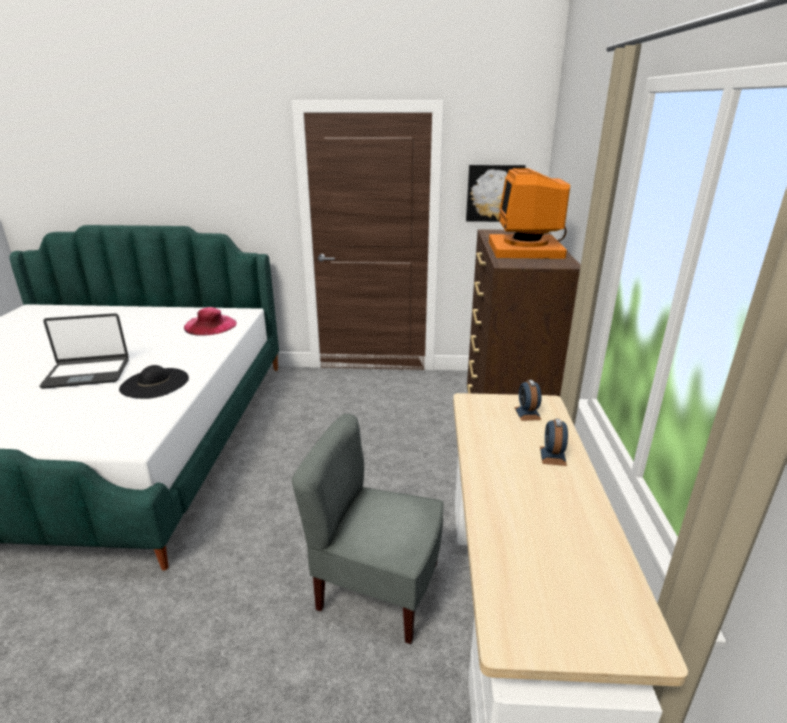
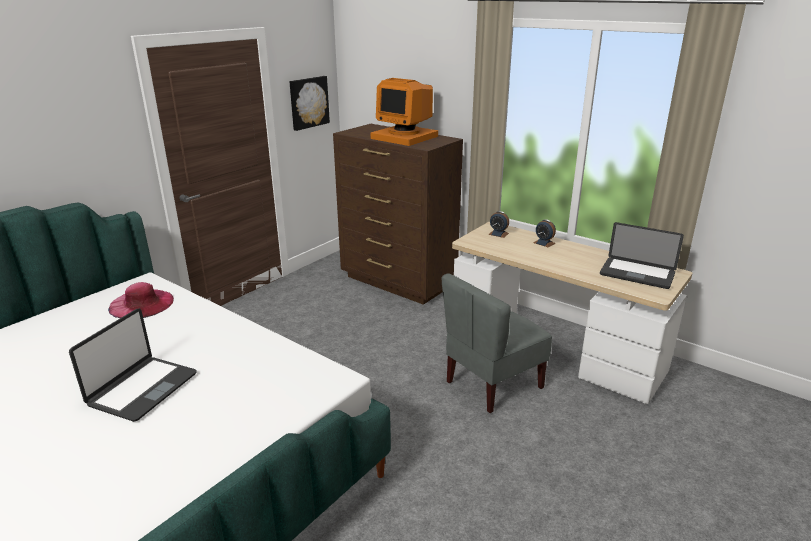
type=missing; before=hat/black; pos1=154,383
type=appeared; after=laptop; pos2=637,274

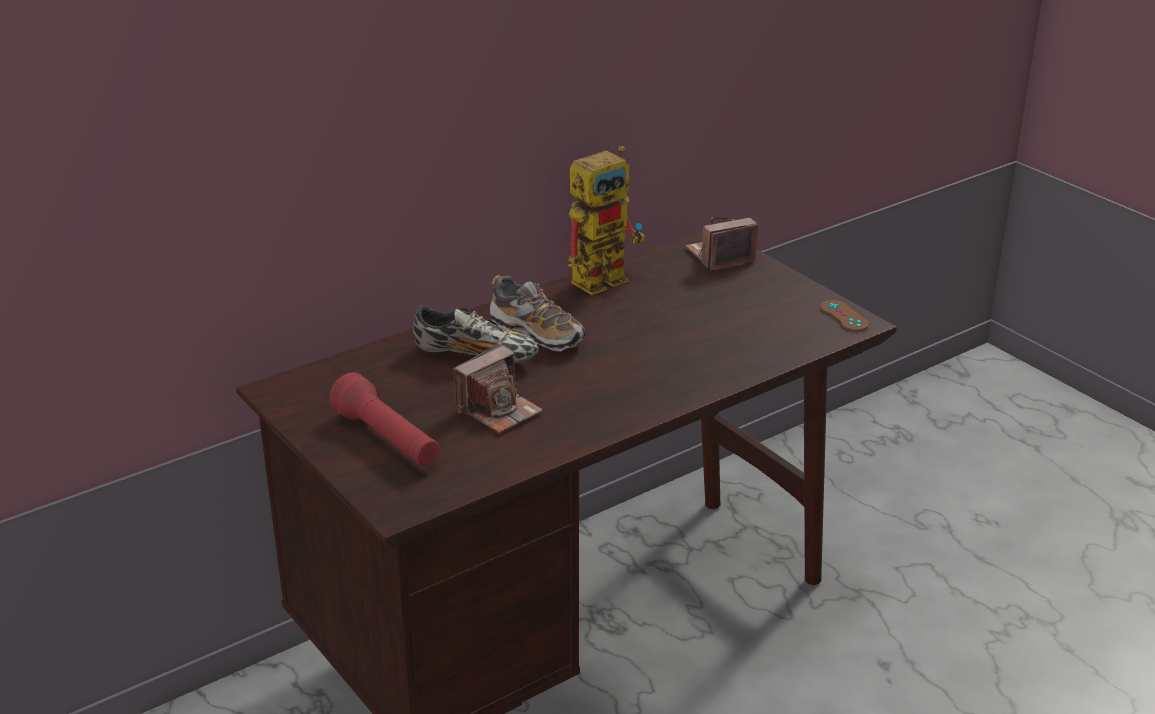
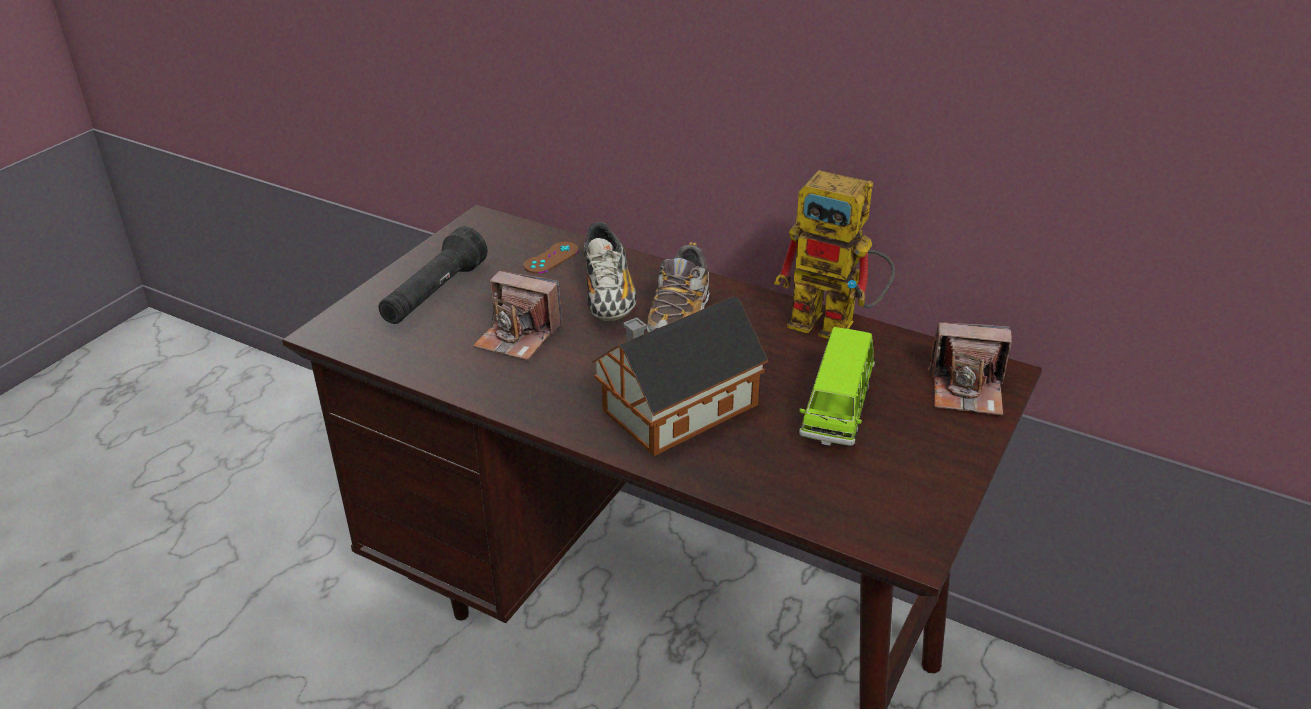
type=appeared; after=toy house; pos2=674,409
type=appeared; after=toy car/green; pos2=836,410
type=relocated; before=game controller/brown; pos1=844,316; pos2=551,258
type=colour; before=flashlight/red; after=flashlight/black; pos1=388,440; pos2=434,295
type=spun; before=photo camera; pos1=719,256; pos2=967,390; turn=150

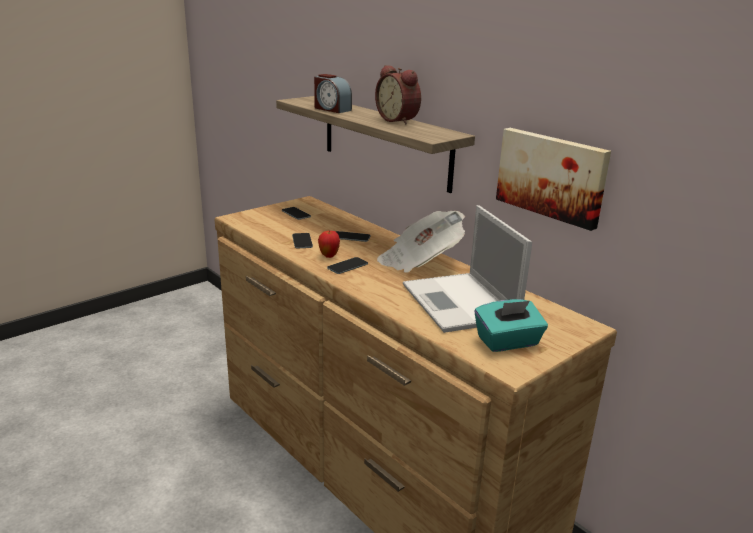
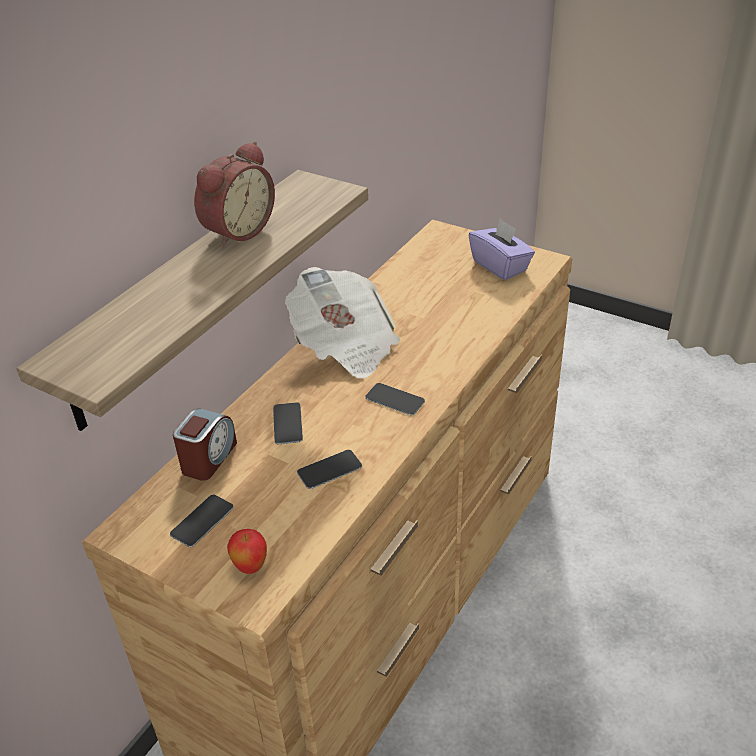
type=missing; before=laptop; pos1=461,303
type=missing; before=picture; pos1=552,176
type=relocated; before=alarm clock; pos1=331,109; pos2=208,458
type=relocated; before=apple; pos1=329,256; pos2=251,567
type=colour; before=tissue box/turquoise; after=tissue box/purple; pos1=508,342; pos2=500,266

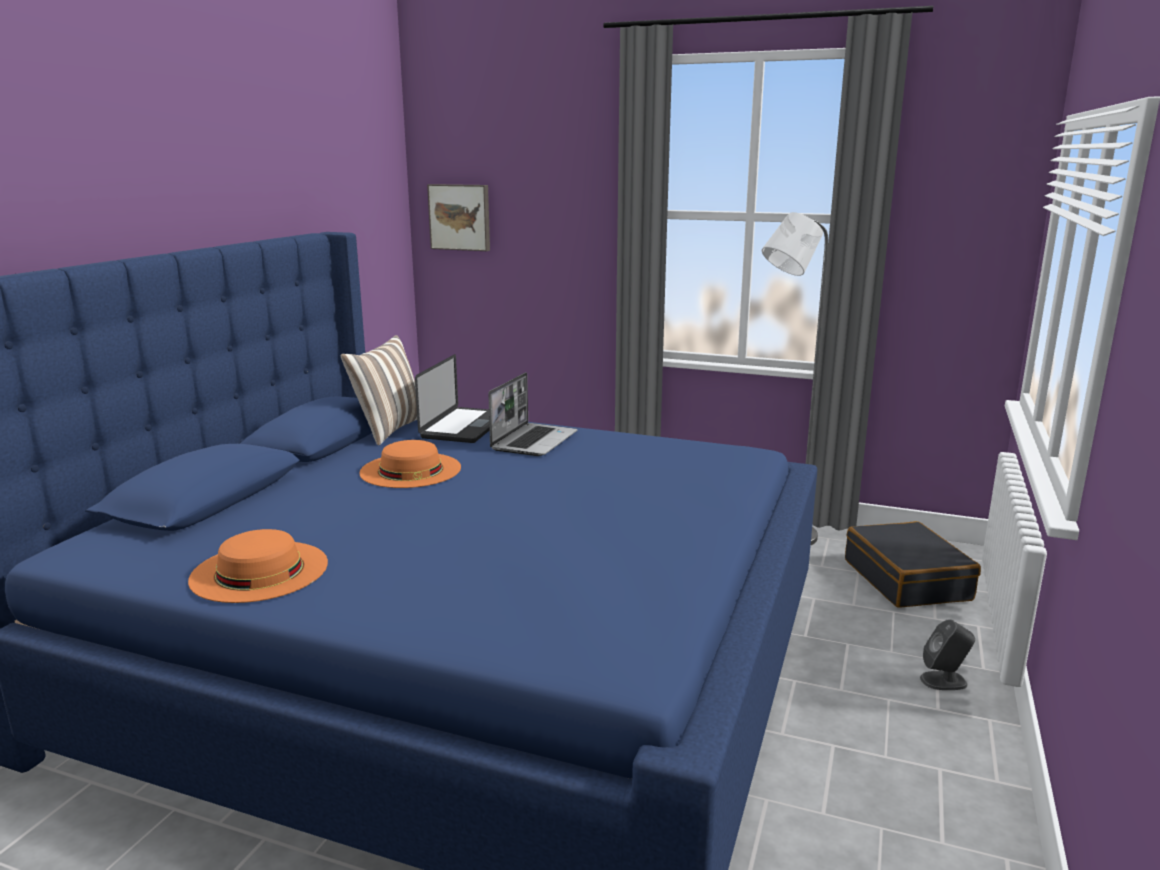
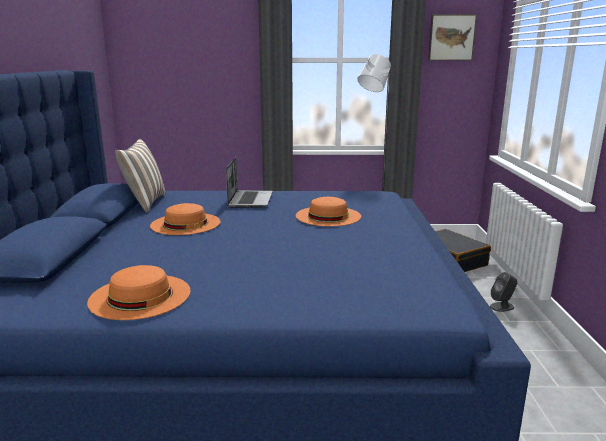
type=missing; before=laptop; pos1=465,427
type=appeared; after=hat/orange; pos2=328,216
type=relocated; before=picture; pos1=460,217; pos2=451,37

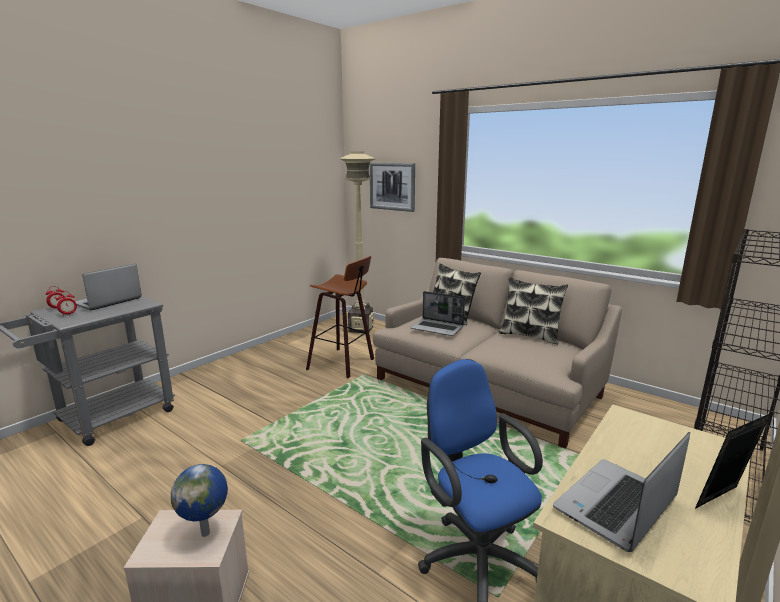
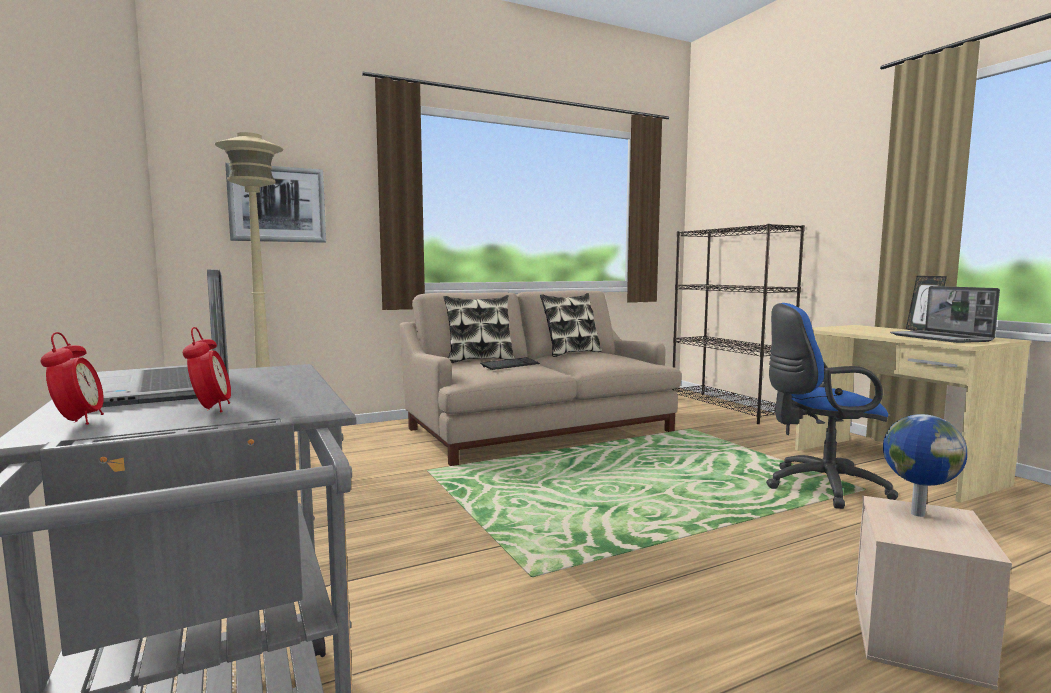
type=missing; before=stool; pos1=343,363
type=exchanged; before=laptop; after=keyboard; pos1=438,328; pos2=510,365

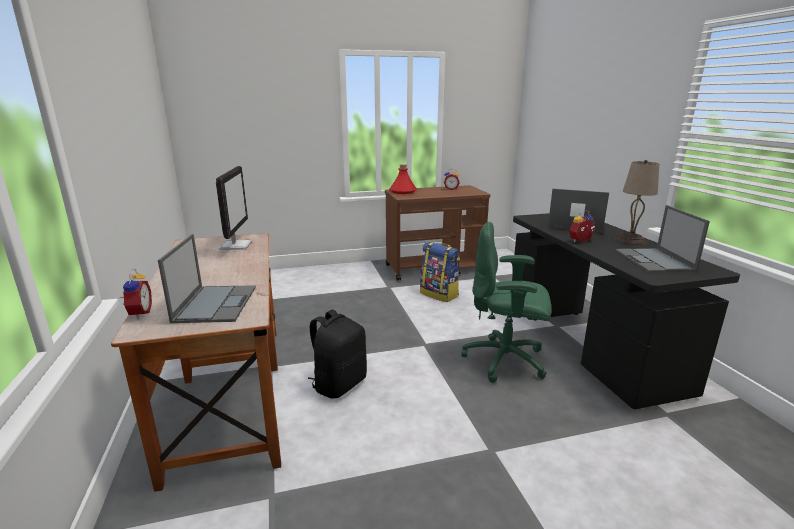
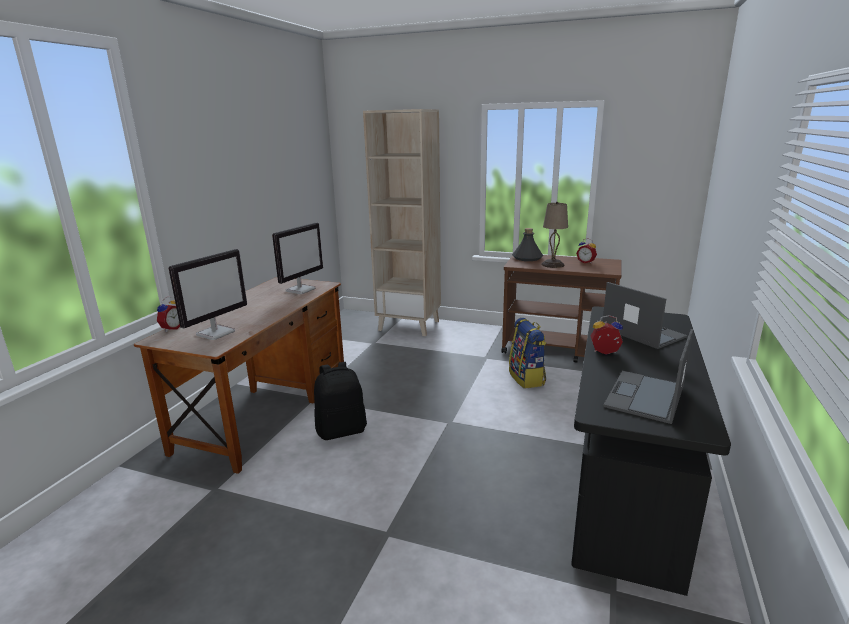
type=missing; before=office chair/green; pos1=506,361
type=appeared; after=bookcase/beige; pos2=409,325
type=relocated; before=table lamp/beige; pos1=630,240; pos2=552,264
type=exchanged; before=laptop; after=monitor; pos1=216,303; pos2=216,333
type=colour; before=bottle/red; after=bottle/grey; pos1=403,191; pos2=527,258

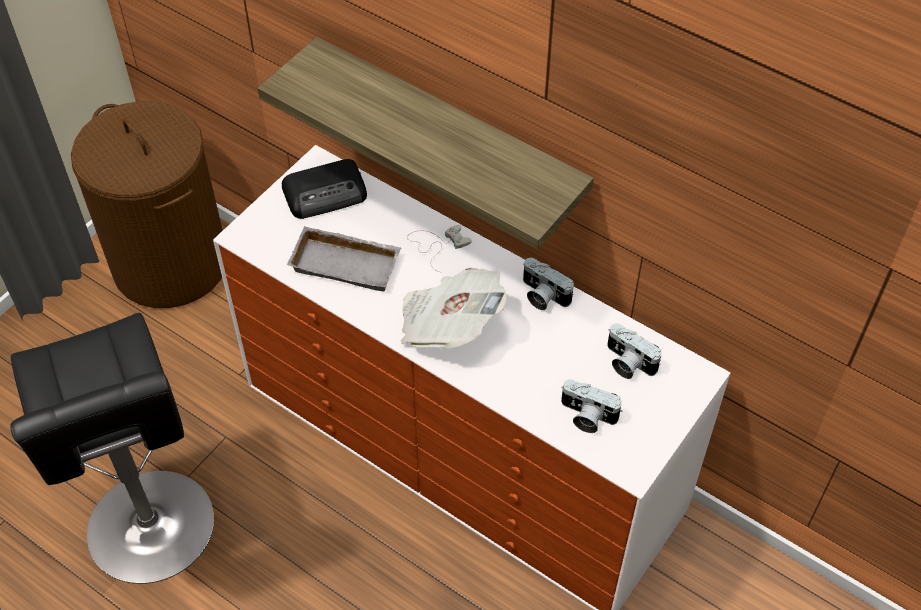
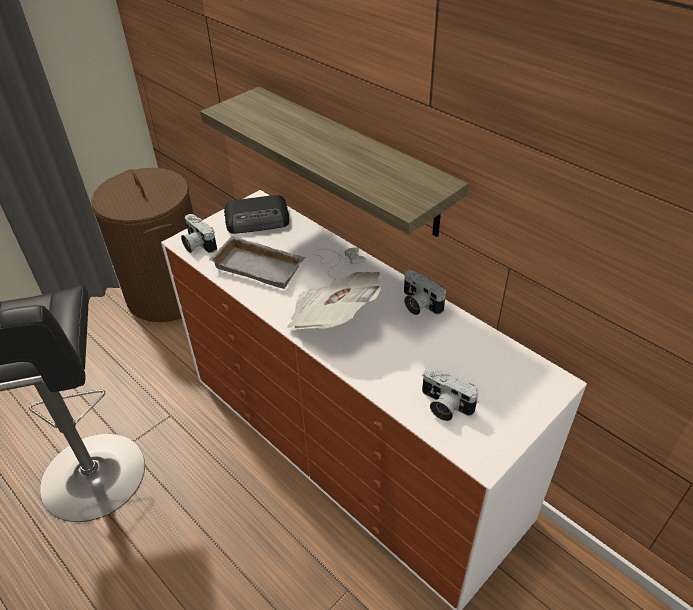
type=relocated; before=photo camera; pos1=627,363; pos2=197,244

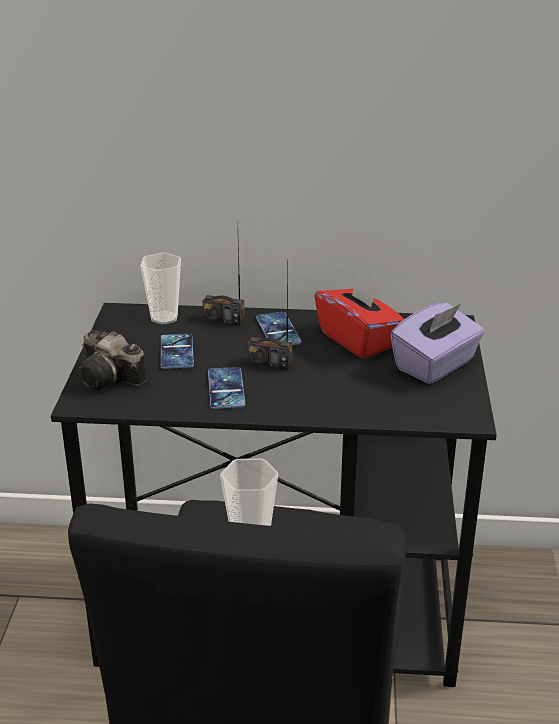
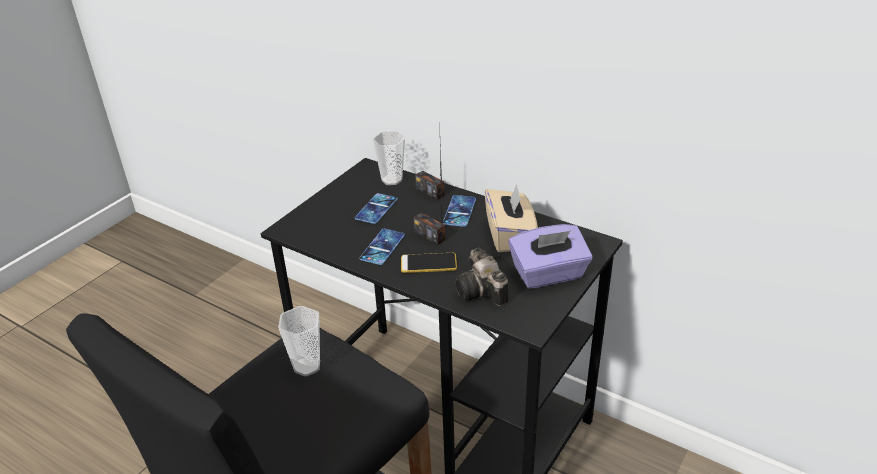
type=appeared; after=phone; pos2=428,263
type=relocated; before=photo camera; pos1=112,378; pos2=482,292
type=colour; before=tissue box/red; after=tissue box/beige; pos1=358,340; pos2=510,236

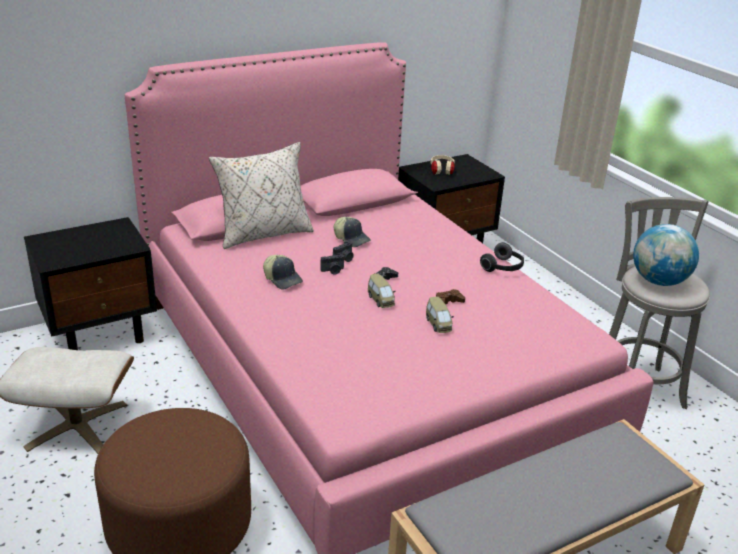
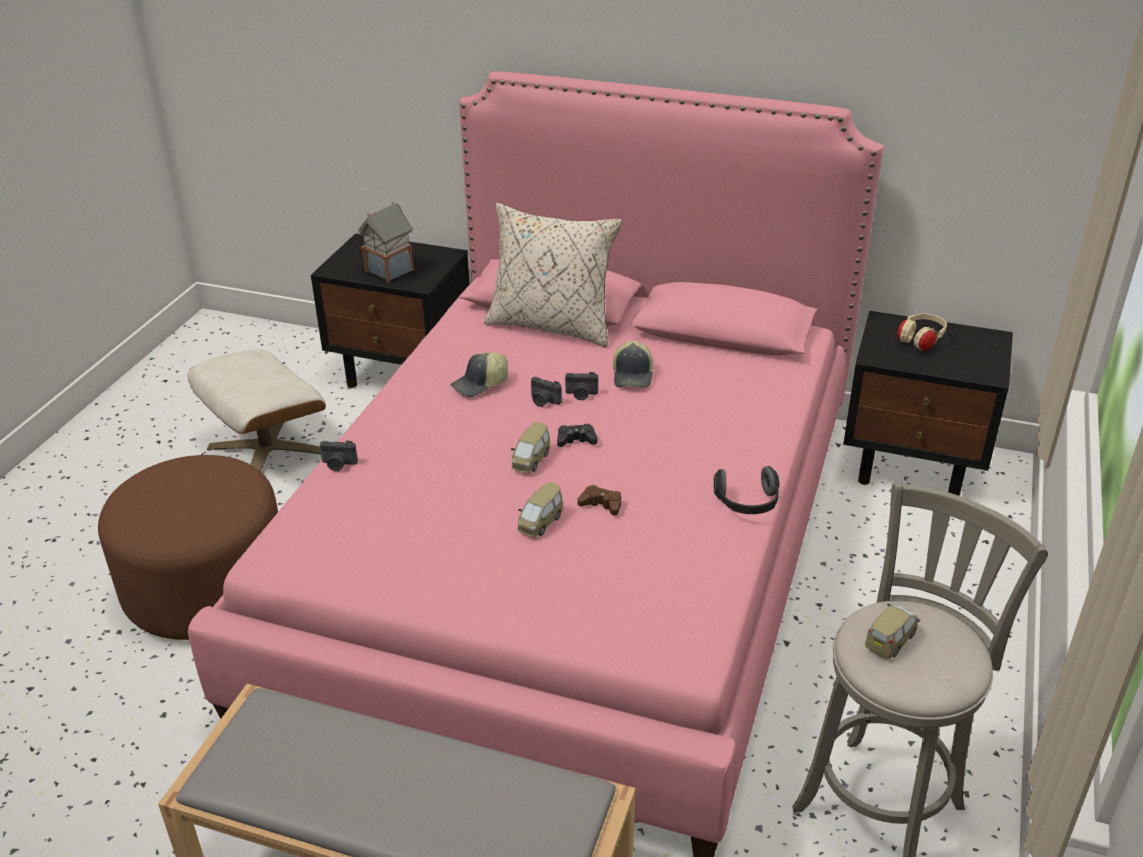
type=appeared; after=photo camera; pos2=338,464
type=appeared; after=toy house; pos2=390,270
type=exchanged; before=globe; after=toy car; pos1=658,281; pos2=890,640
type=spun; before=cap; pos1=283,279; pos2=480,384; turn=45

